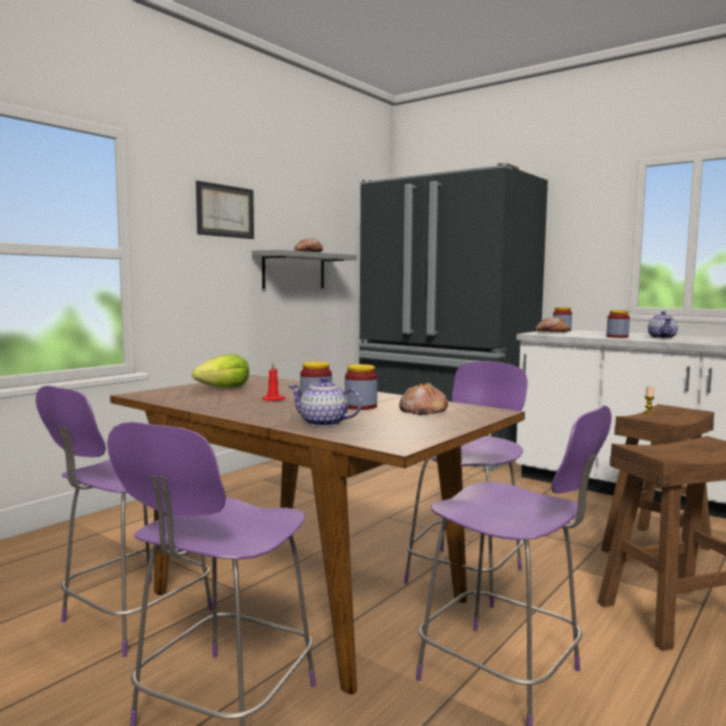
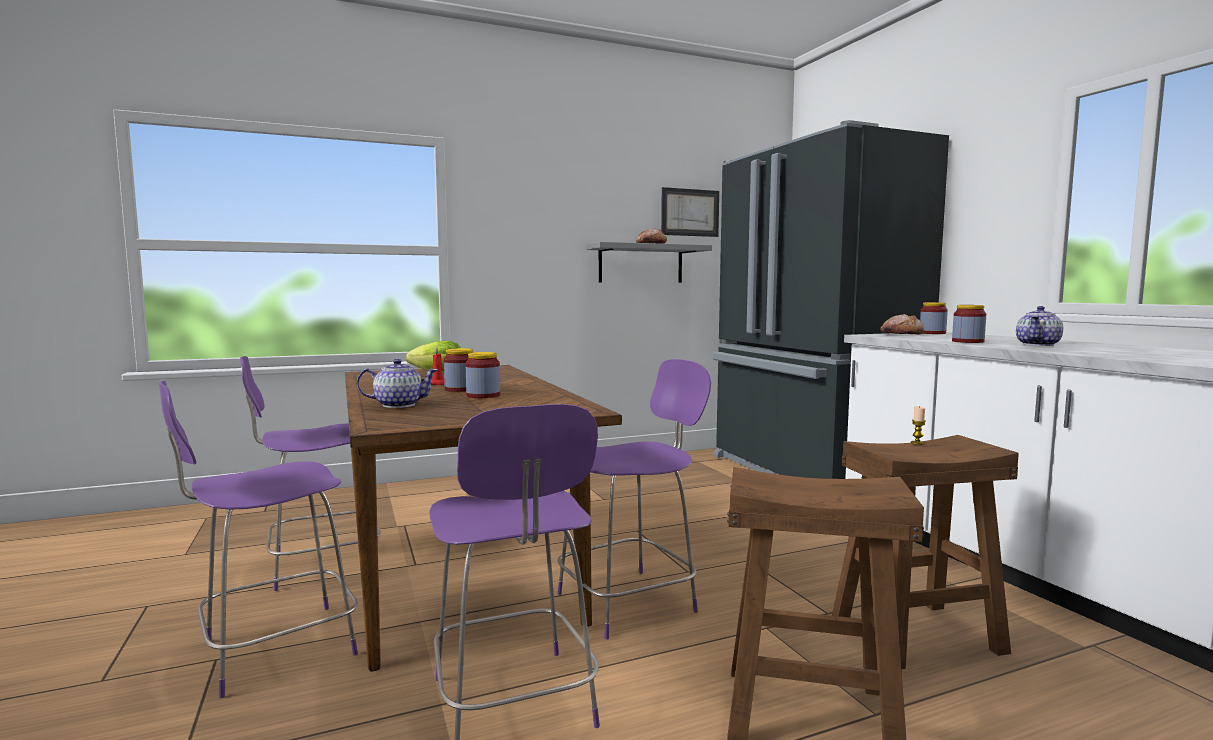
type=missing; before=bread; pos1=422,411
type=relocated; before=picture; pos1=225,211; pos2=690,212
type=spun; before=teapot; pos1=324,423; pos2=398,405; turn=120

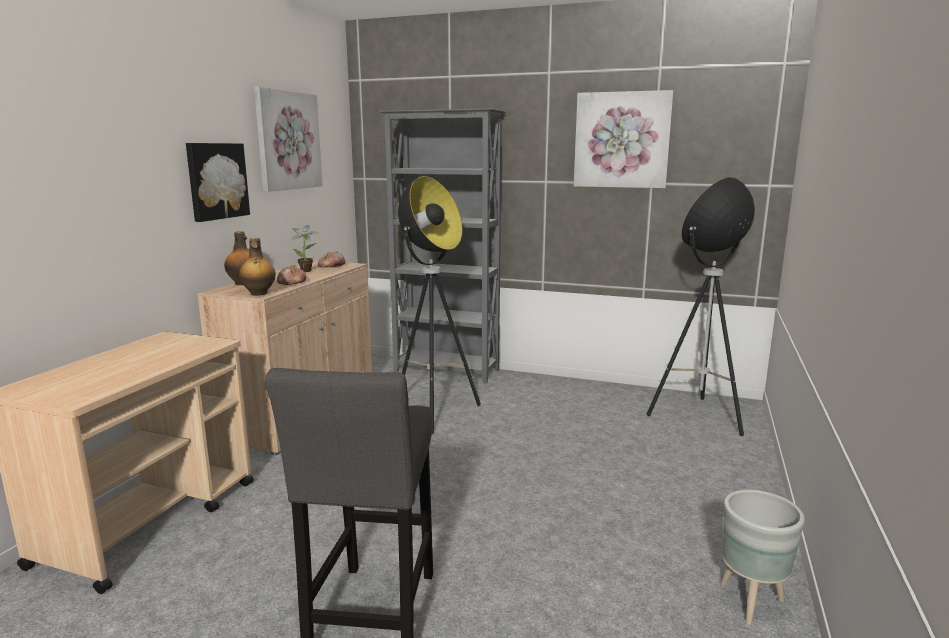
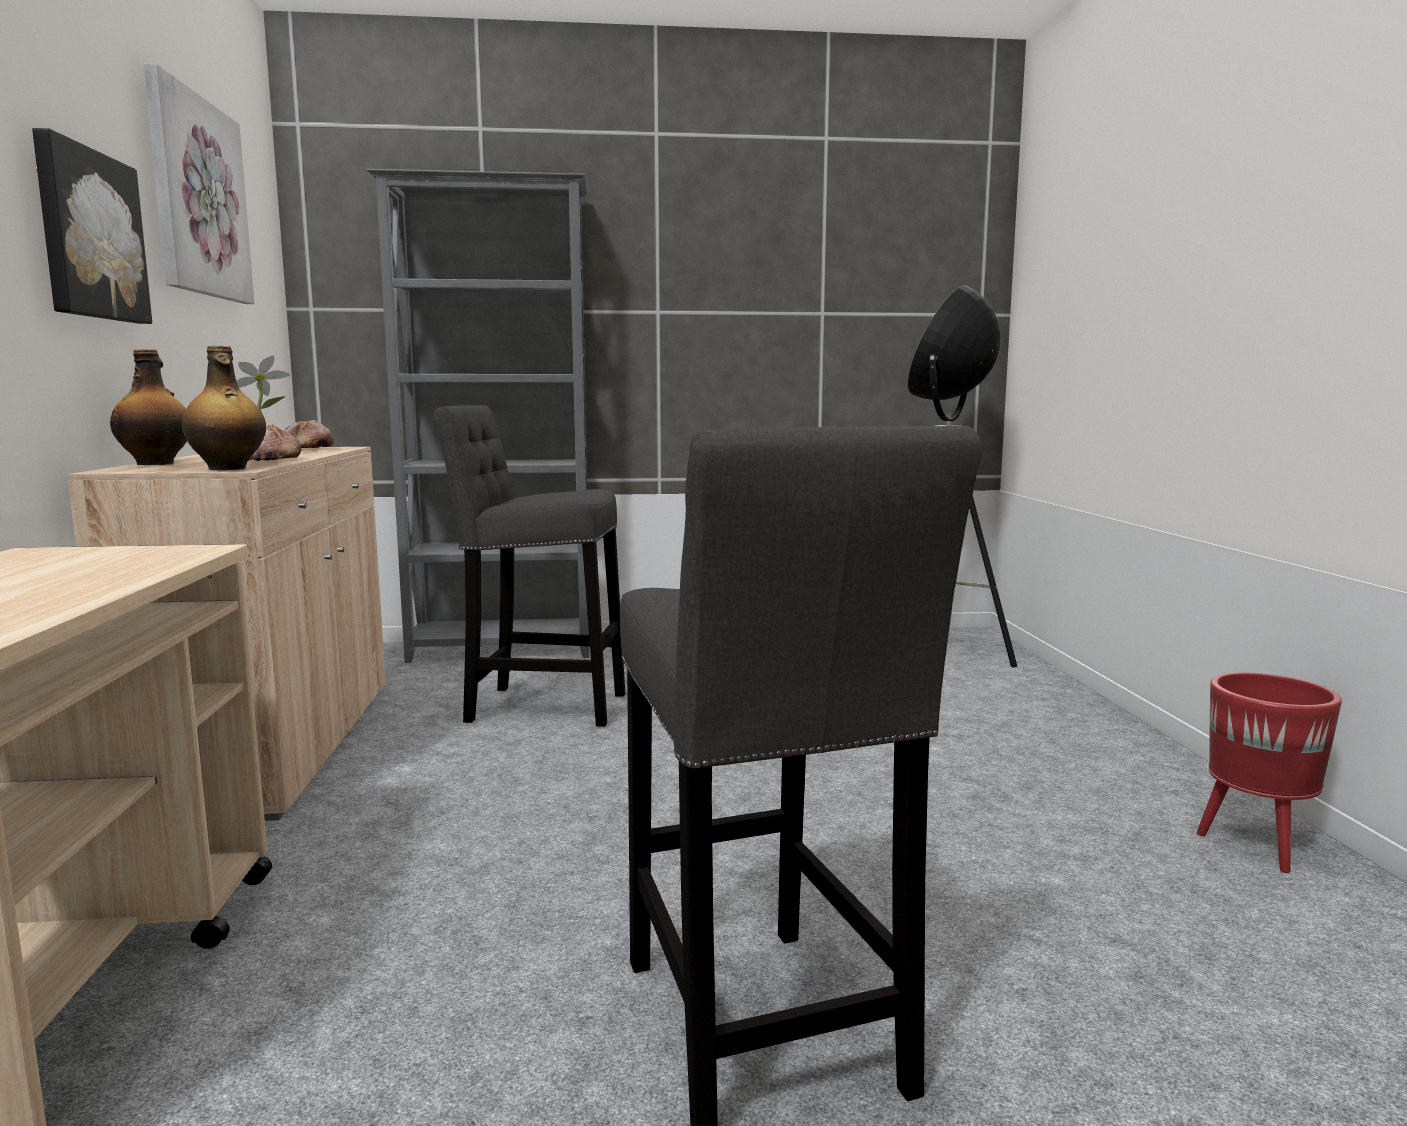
type=missing; before=picture; pos1=622,140
type=exchanged; before=floor lamp; after=stool/grey; pos1=433,412; pos2=538,706
type=colour; before=planter/grey; after=planter/red; pos1=751,603; pos2=1258,847

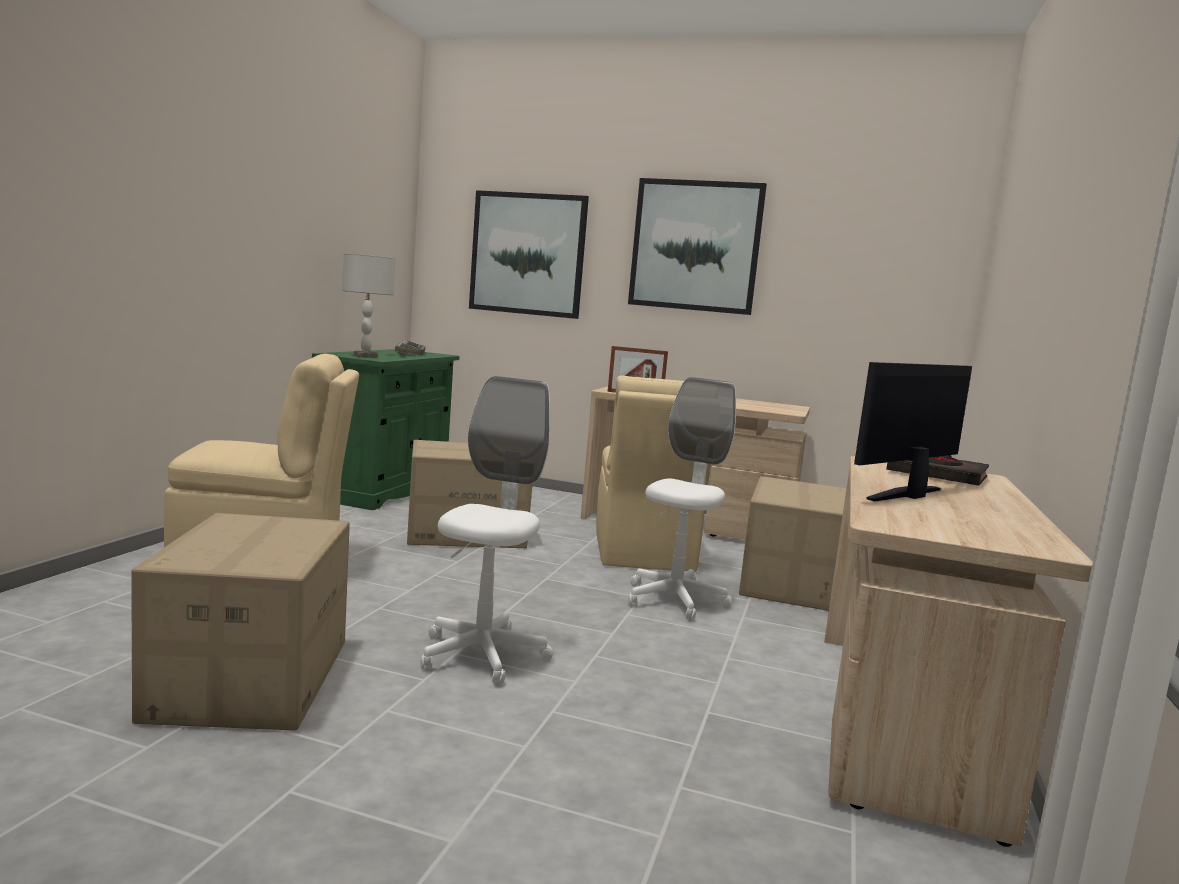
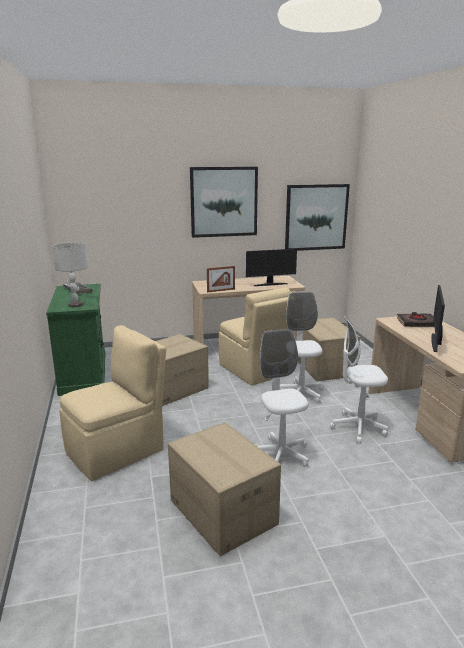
type=appeared; after=monitor; pos2=270,284
type=appeared; after=office chair/white; pos2=358,428
type=relocated; before=picture; pos1=528,254; pos2=316,217

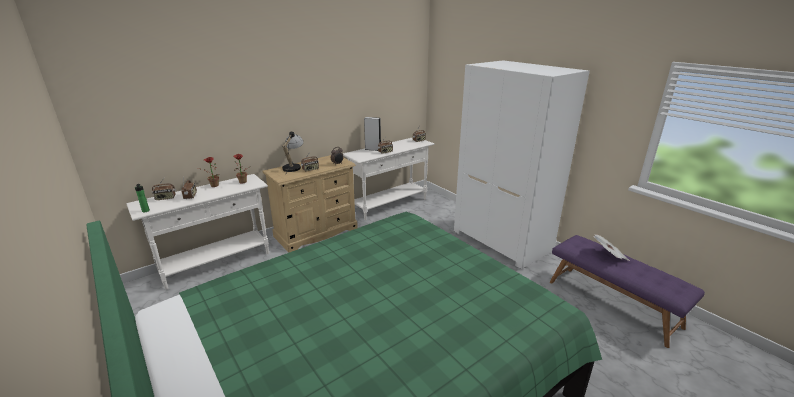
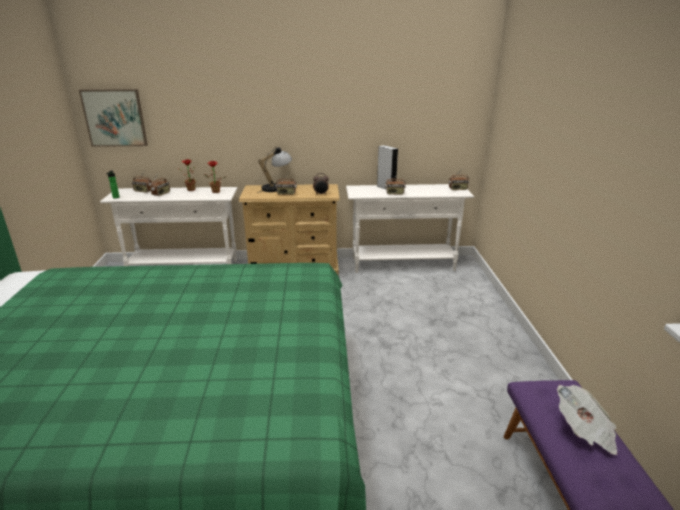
type=missing; before=wardrobe/white; pos1=503,241
type=appeared; after=picture; pos2=115,118

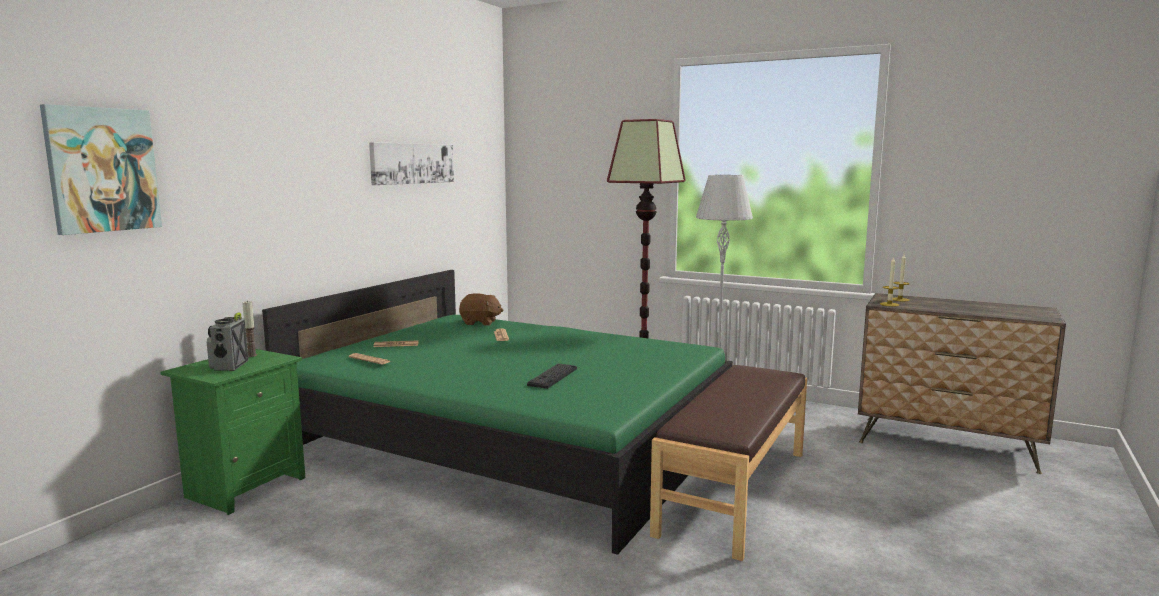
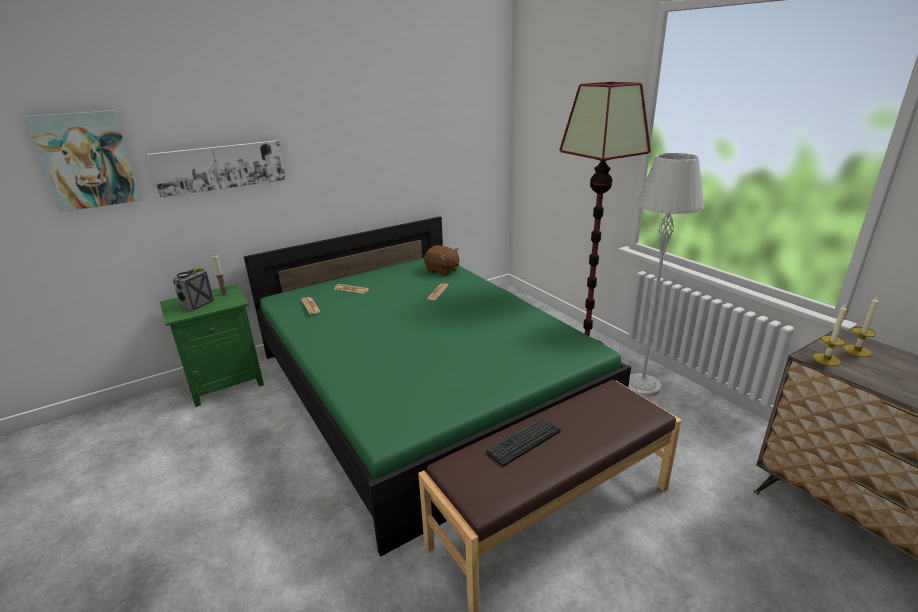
type=relocated; before=picture; pos1=412,163; pos2=220,167
type=relocated; before=keyboard; pos1=552,377; pos2=524,441

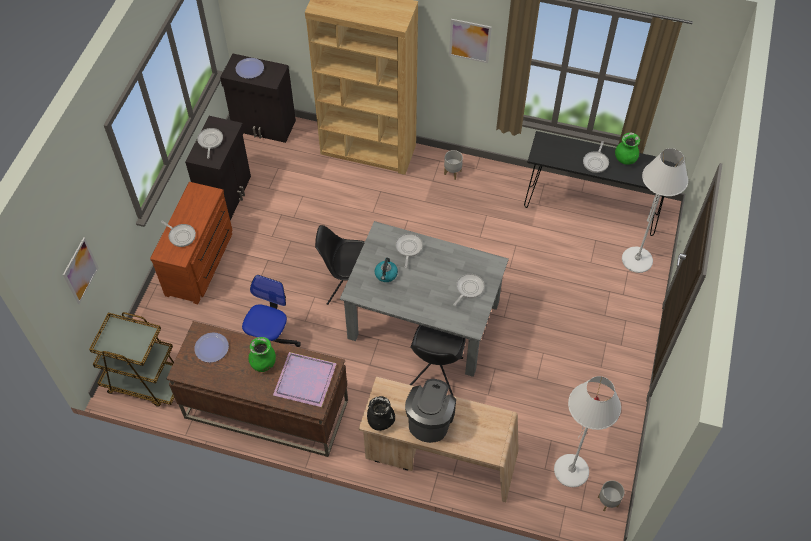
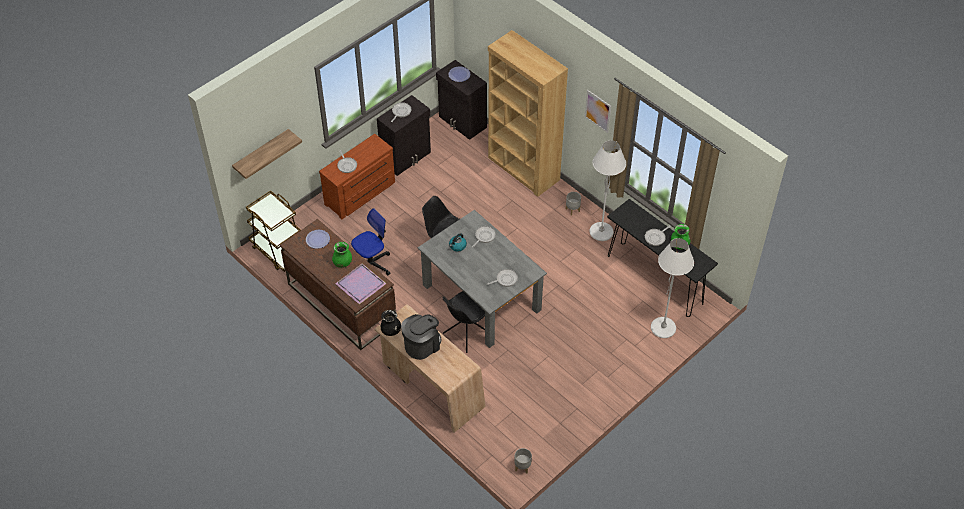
type=relocated; before=floor lamp/white; pos1=571,471; pos2=601,232
type=exchanged; before=picture; after=shelf; pos1=80,270; pos2=261,153

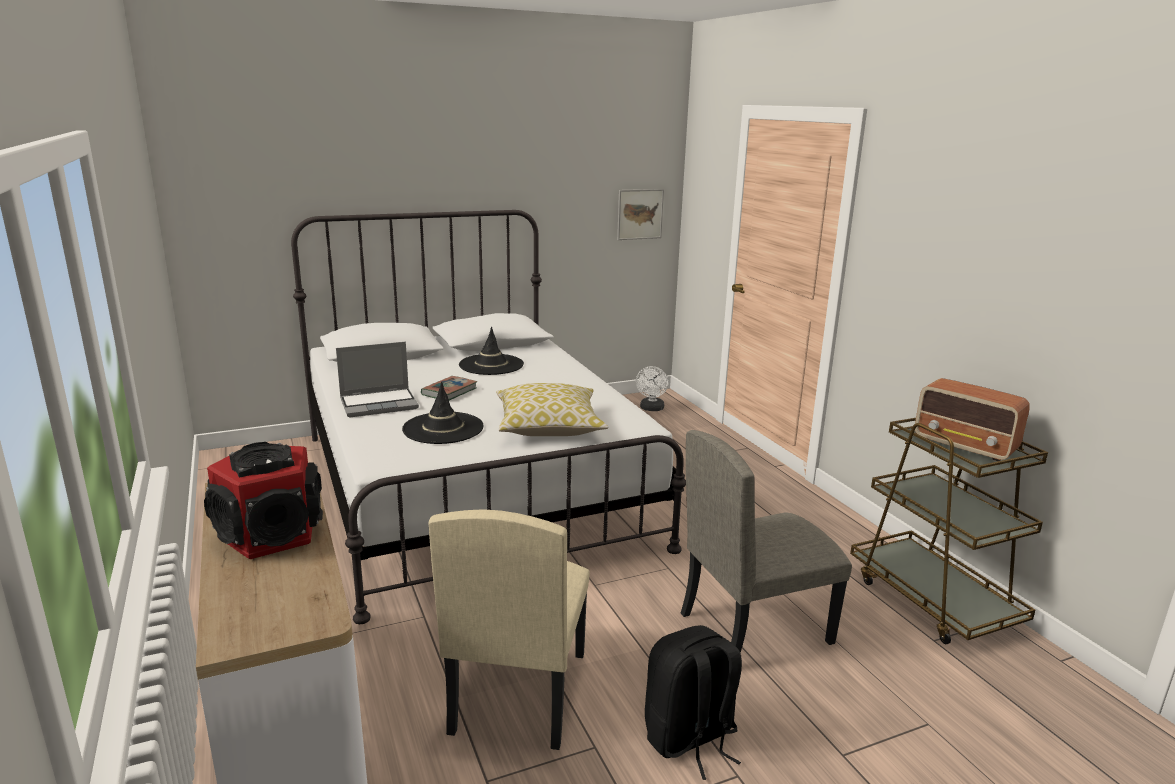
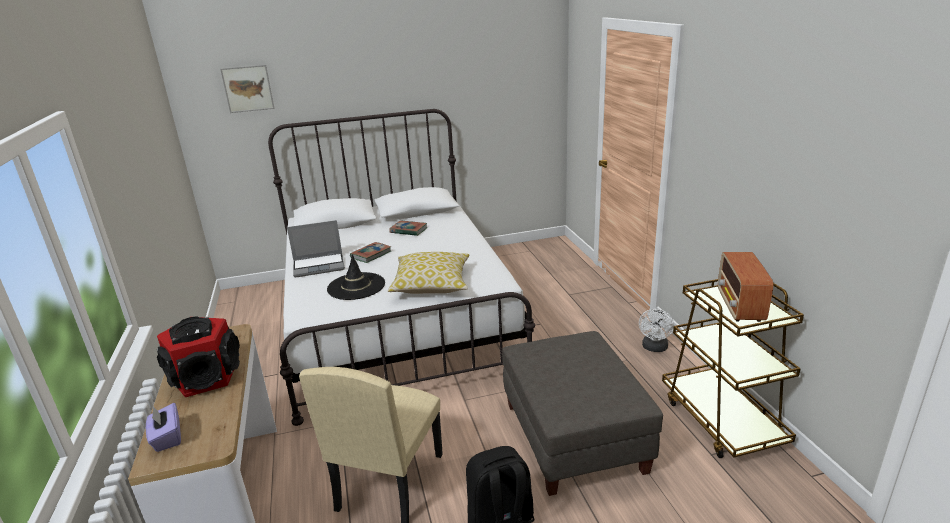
type=appeared; after=tissue box/purple; pos2=167,438
type=relocated; before=picture; pos1=640,214; pos2=248,88
type=relocated; before=fan/white; pos1=651,409; pos2=654,348
type=exchanged; before=hat/black; after=book; pos1=491,365; pos2=408,230
type=exchanged; before=chair/beige; after=ottoman/grey; pos1=754,627; pos2=573,438
type=spun; before=radio; pos1=965,446; pos2=740,306; turn=45

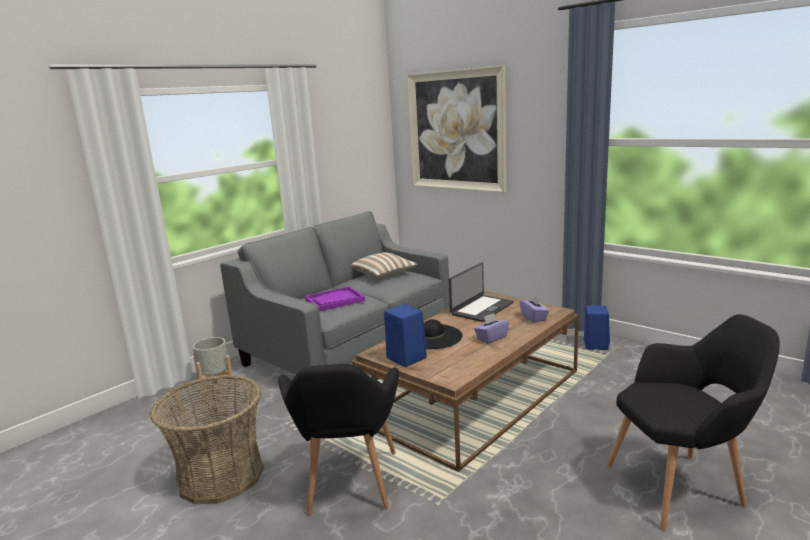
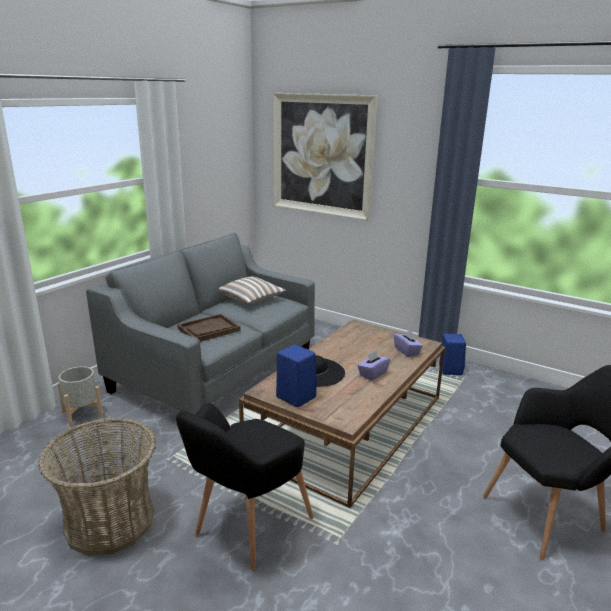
type=missing; before=laptop; pos1=481,308
type=colour; before=tray/purple; after=tray/brown; pos1=334,300; pos2=208,330
type=spun; before=armchair/black; pos1=349,487; pos2=246,529; turn=45

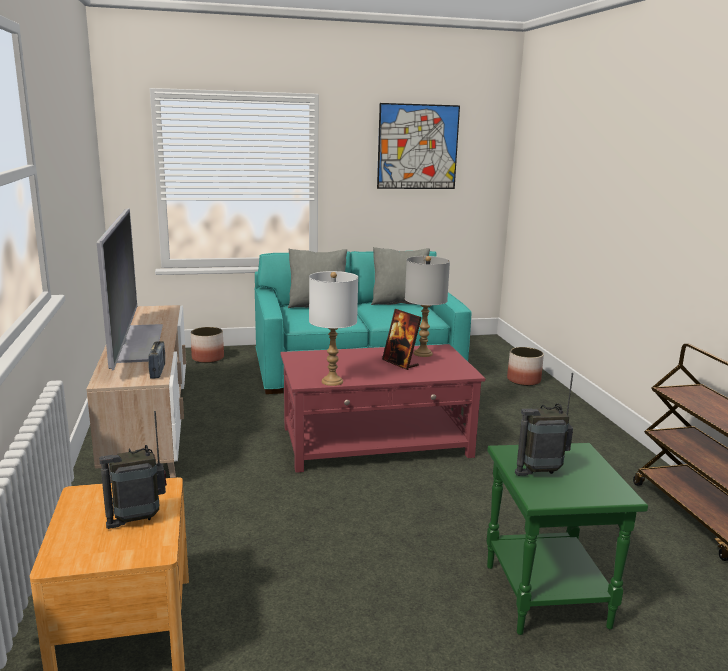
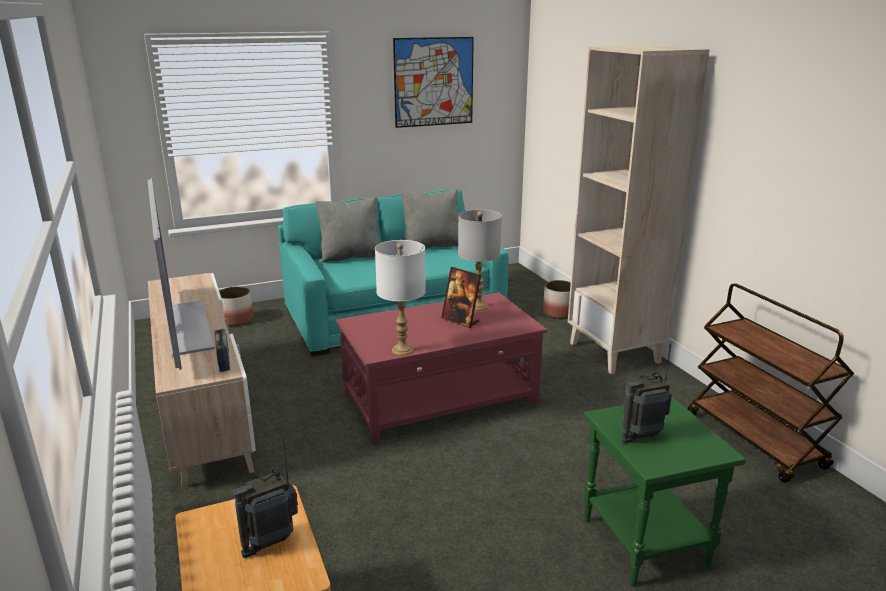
type=appeared; after=bookcase/beige; pos2=615,352

